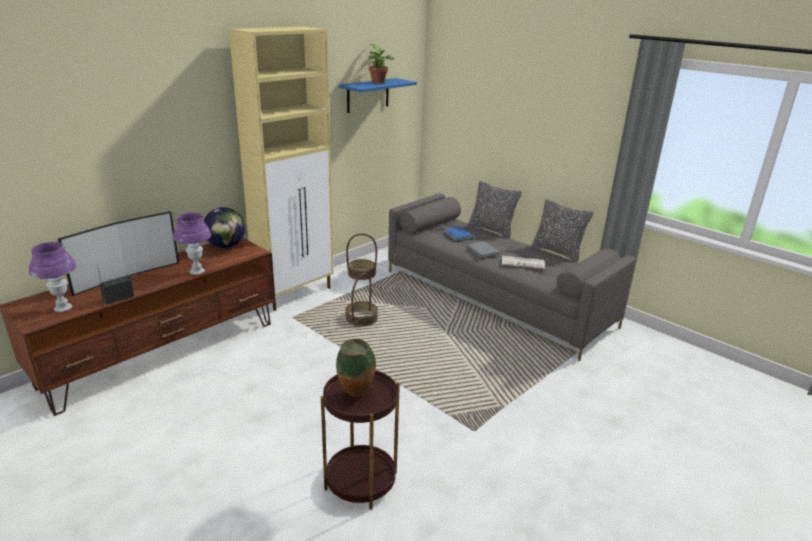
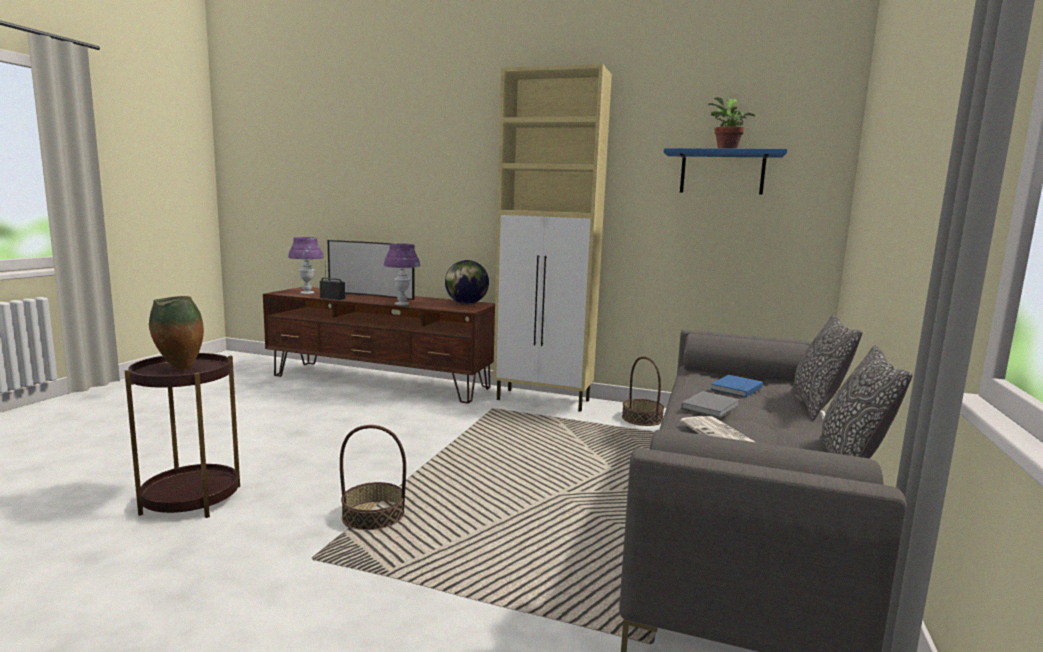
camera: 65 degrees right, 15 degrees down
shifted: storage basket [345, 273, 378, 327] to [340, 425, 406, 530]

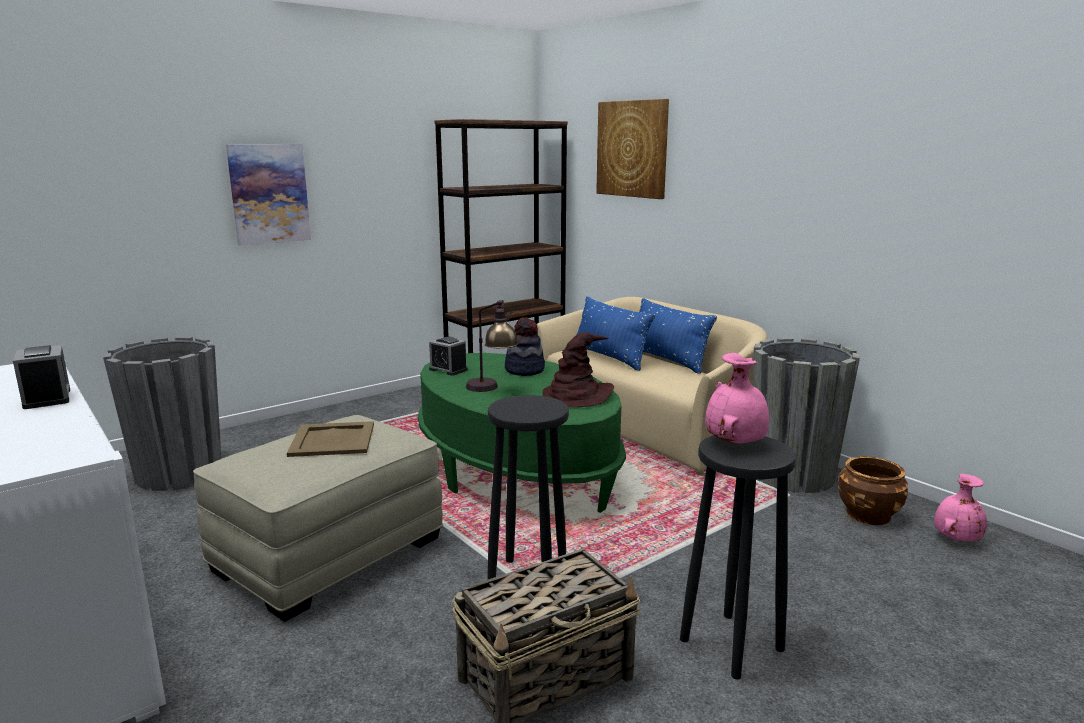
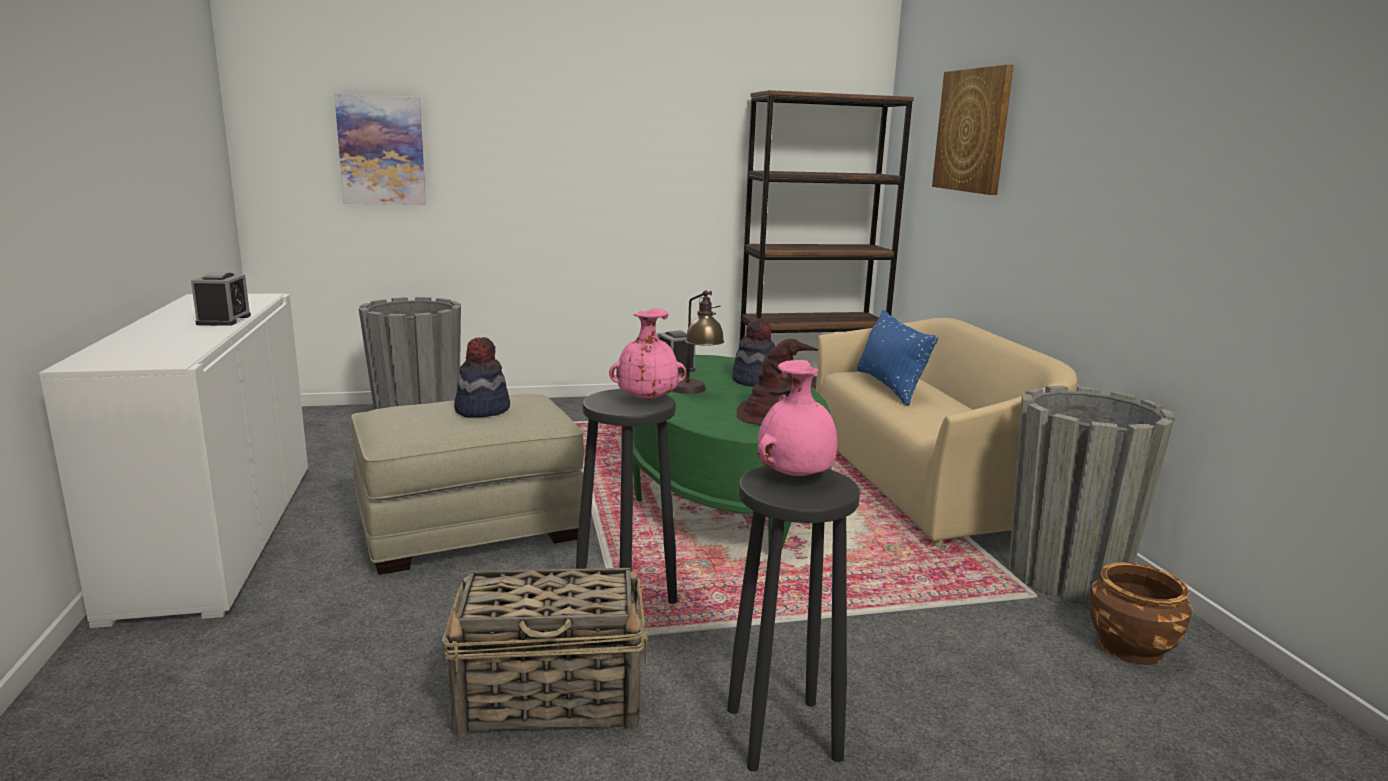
camera: 25 degrees right, 0 degrees up
gone: throw pillow in blue-coloured [639, 298, 717, 374]
shifted: wall picture [226, 144, 311, 246] to [334, 94, 426, 205]; vase in pink [934, 474, 987, 542] to [609, 308, 686, 400]
swapped: carrying tray in beige [287, 421, 374, 457] to clothing hat [454, 337, 510, 418]

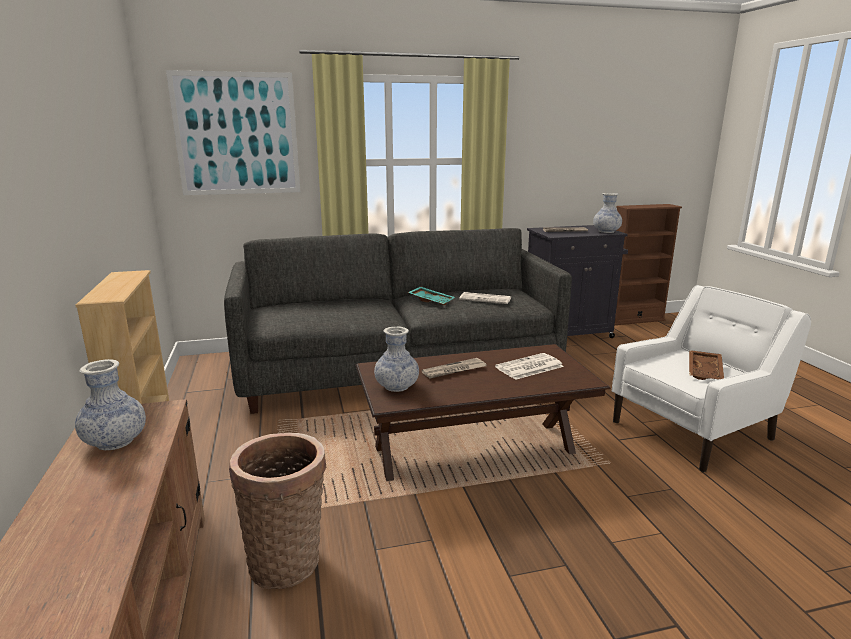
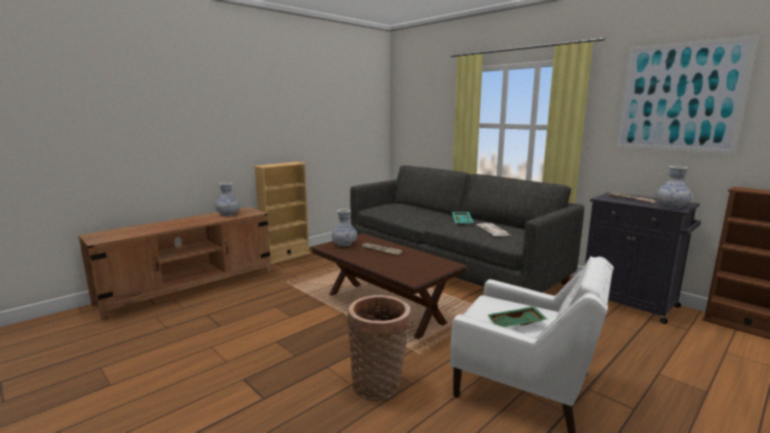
camera: 60 degrees right, 5 degrees down
gone: printed paper [495, 353, 564, 380]
shifted: wall picture [166, 70, 300, 195] to [615, 35, 758, 154]; storage basket [229, 433, 326, 589] to [347, 295, 411, 400]
repainted: carrying tray in brownish [689, 350, 724, 380] to carrying tray in greenish [488, 306, 547, 327]

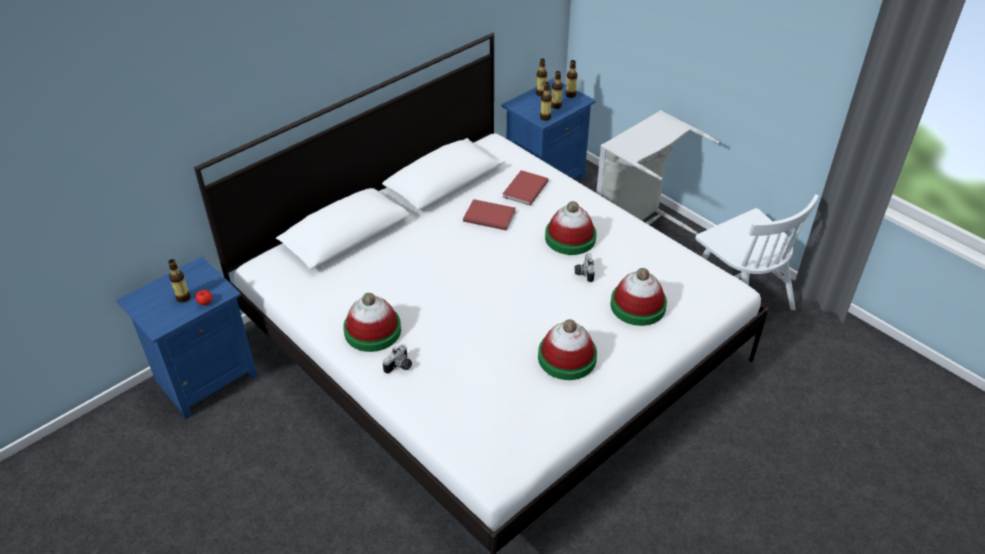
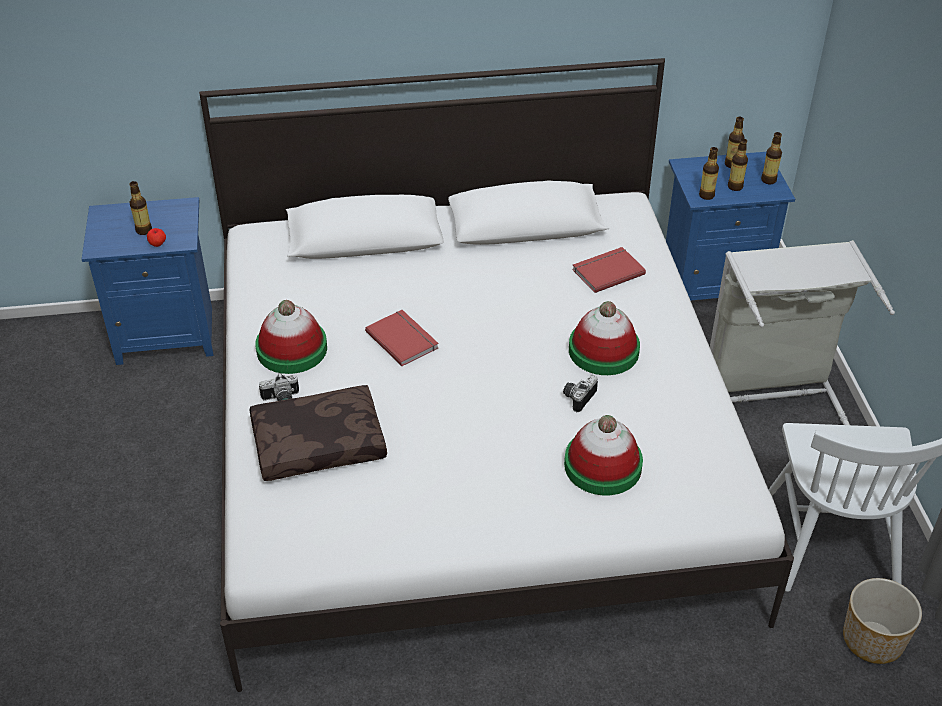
camera: 35 degrees right, 0 degrees up
gone: clothing hat [538, 319, 597, 380]
new: throw pillow in brownish [250, 385, 387, 481]; plant pot [843, 578, 922, 664]
shifted: bound book in red-coloured [463, 199, 516, 230] to [365, 310, 439, 366]

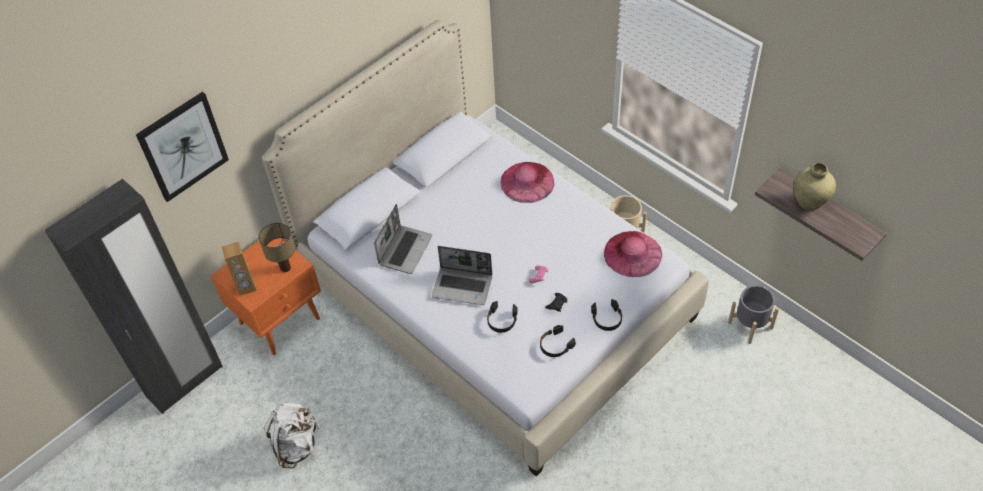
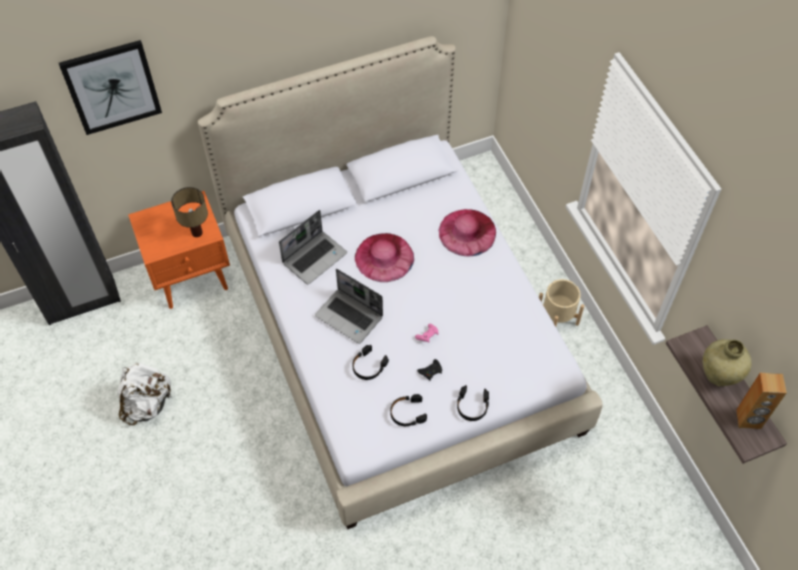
camera: 20 degrees right, 5 degrees up
gone: plant pot in grey [728, 285, 779, 344]
shifted: speaker in brownish [222, 242, 256, 296] to [736, 373, 787, 429]; clothing hat in pink [604, 231, 662, 277] to [355, 233, 414, 282]

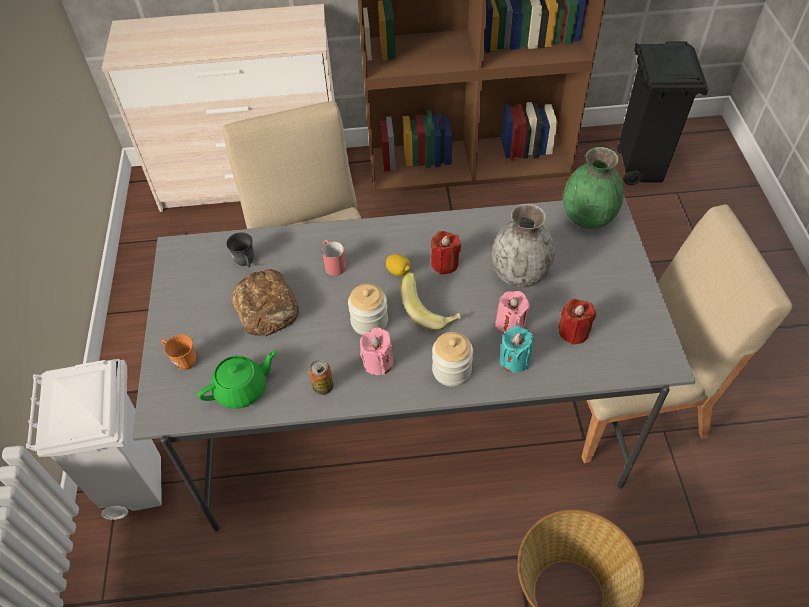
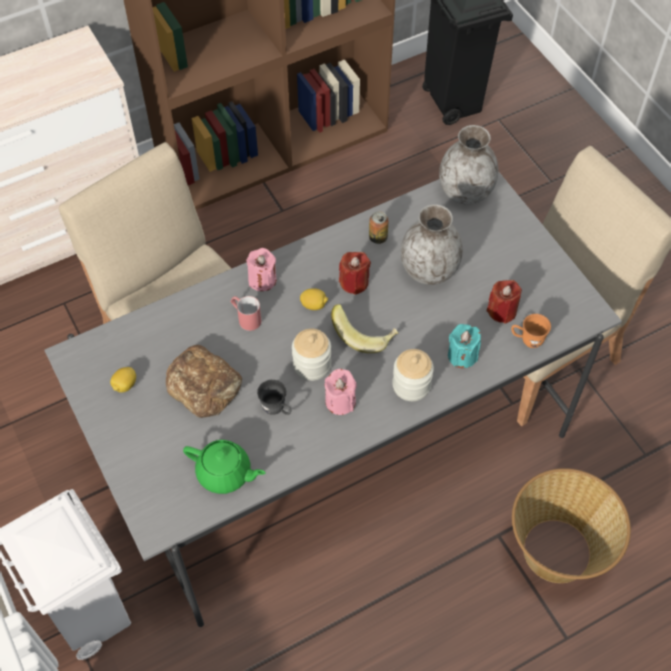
camera: 25 degrees left, 5 degrees up
new: citrus fruit [110, 367, 136, 393]
shifted: mug in orange-coloured [161, 334, 196, 370] to [511, 314, 551, 348]; mug in grey [226, 232, 254, 267] to [257, 380, 291, 415]; can [309, 360, 333, 395] to [369, 211, 389, 244]; wax candle in pink [495, 291, 530, 334] to [246, 248, 277, 291]
repainted: vase in greenish [563, 147, 624, 229] to vase in grey [439, 125, 499, 205]
rotated: pot for tea in greenish [197, 351, 277, 409] = [183, 440, 266, 494] 75 degrees clockwise

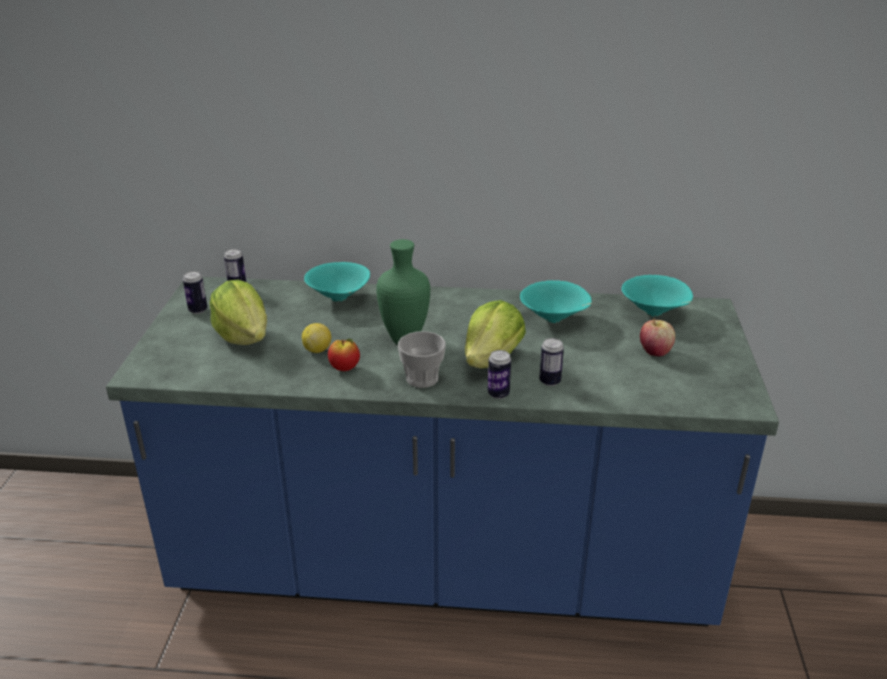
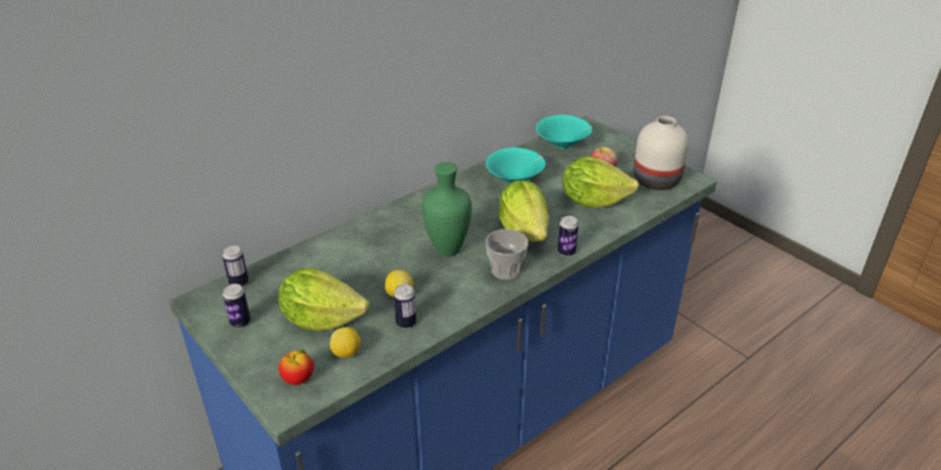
camera: 45 degrees left, 5 degrees up
gone: bowl in blue-green [304, 262, 370, 302]
new: citrus fruit [330, 327, 361, 358]; lettuce [562, 156, 639, 208]; vase in whitish [634, 116, 689, 190]
shifted: apple fruit [328, 339, 360, 371] to [279, 349, 314, 385]; can [539, 338, 564, 386] to [394, 284, 416, 329]

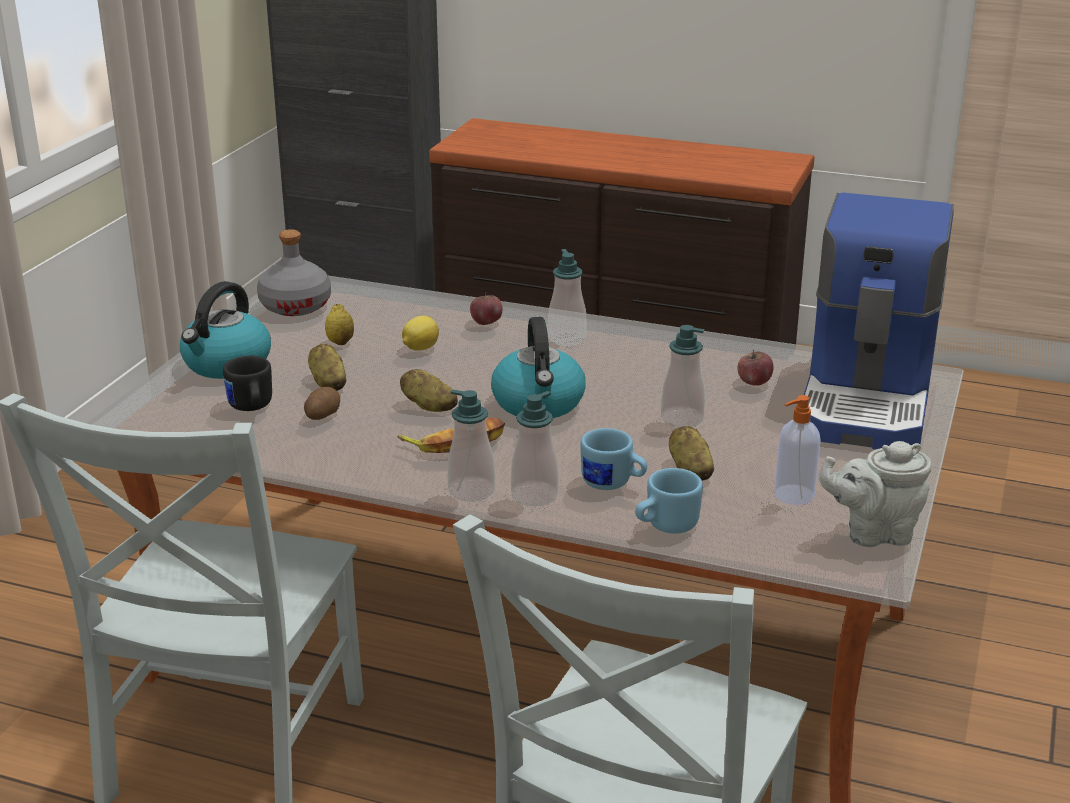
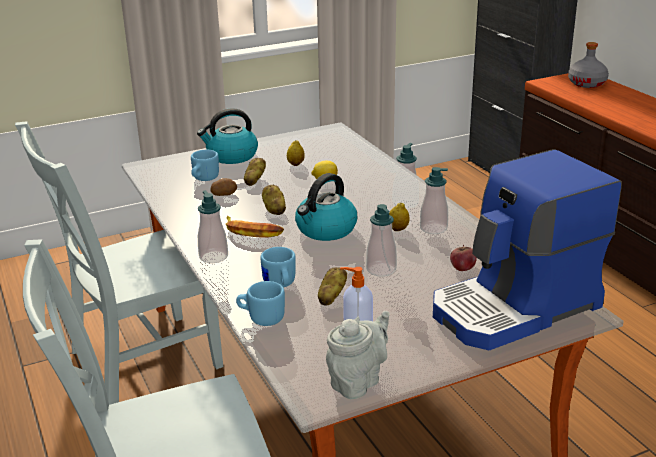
camera: 45 degrees right, 0 degrees up
gone: apple fruit [470, 292, 503, 325]
new: citrus fruit [389, 202, 410, 231]
shifted: bottle in grey [257, 229, 331, 316] to [568, 42, 609, 88]; soap dispenser [511, 391, 559, 506] to [420, 167, 448, 234]
repainted: mug in black-coloured [223, 356, 272, 411] to mug in blue-coloured [191, 150, 219, 181]
rotated: pot for tea in grey [819, 441, 932, 547] = [326, 311, 390, 399] 90 degrees clockwise

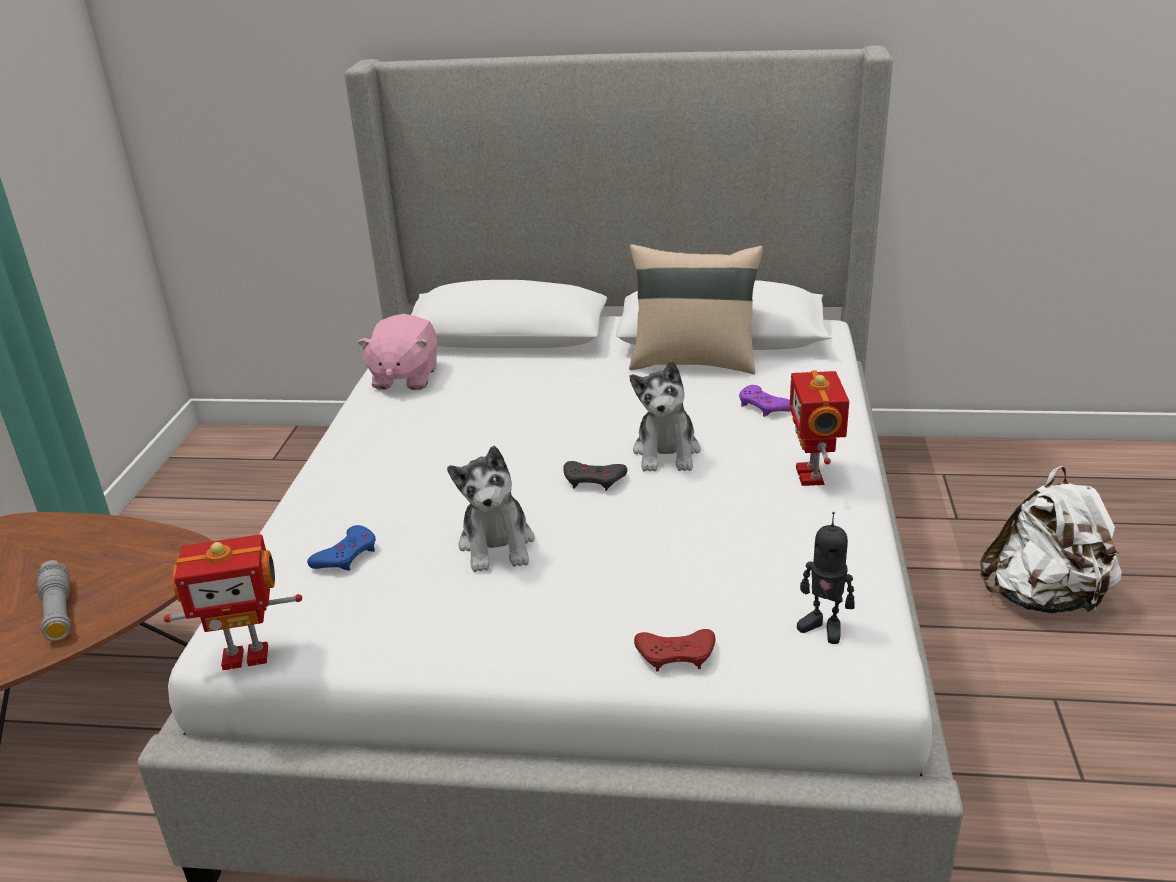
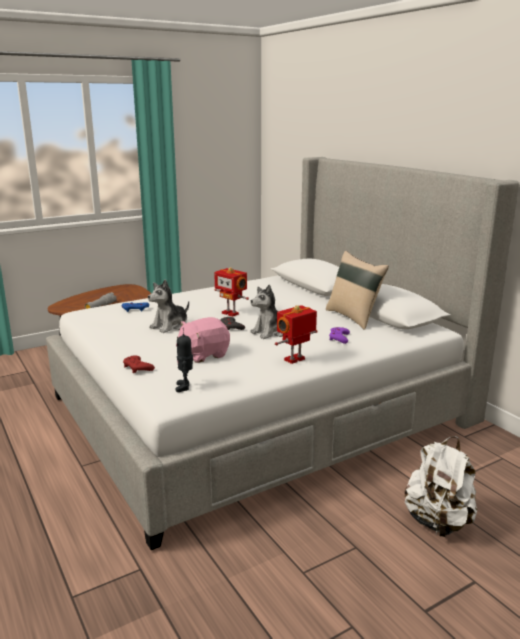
camera: 50 degrees right, 10 degrees down
shifted: toy robot [164, 534, 302, 670] to [214, 267, 249, 317]; cuddly toy in pink [357, 314, 438, 390] to [176, 317, 230, 363]

